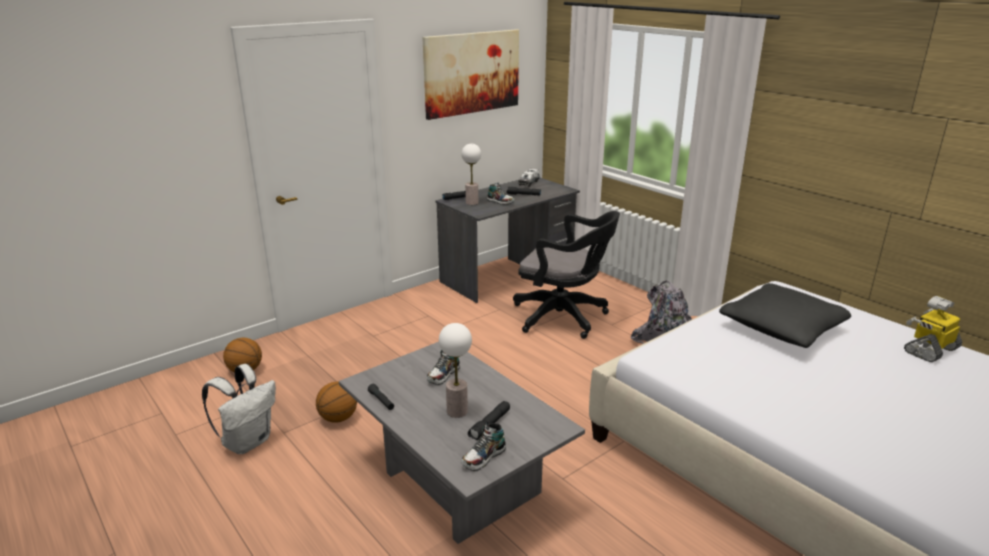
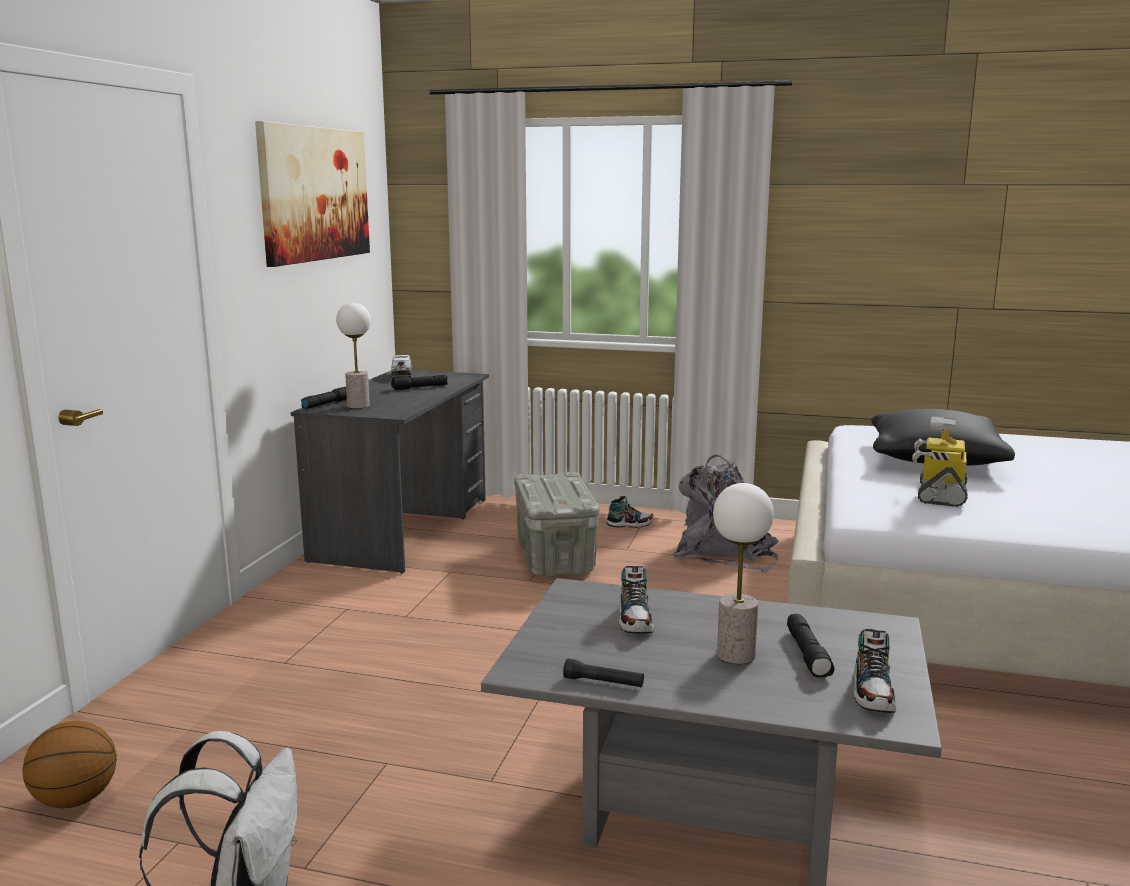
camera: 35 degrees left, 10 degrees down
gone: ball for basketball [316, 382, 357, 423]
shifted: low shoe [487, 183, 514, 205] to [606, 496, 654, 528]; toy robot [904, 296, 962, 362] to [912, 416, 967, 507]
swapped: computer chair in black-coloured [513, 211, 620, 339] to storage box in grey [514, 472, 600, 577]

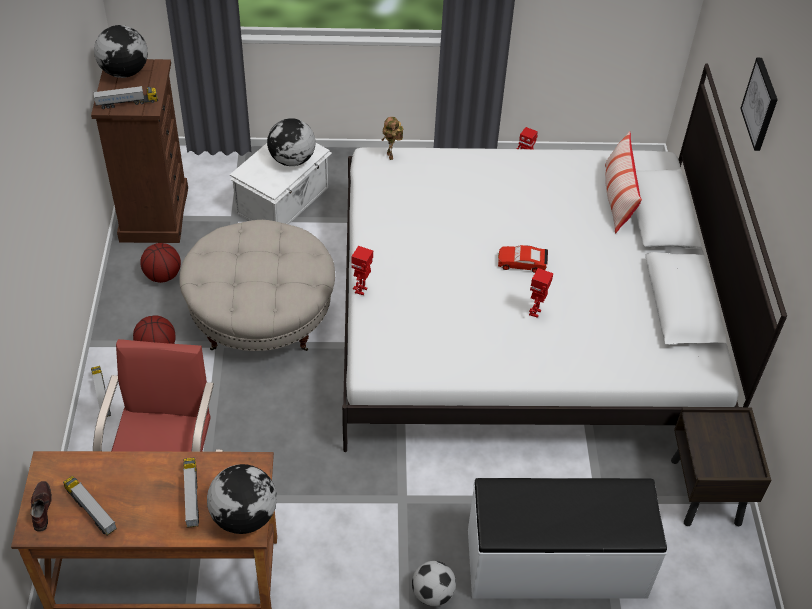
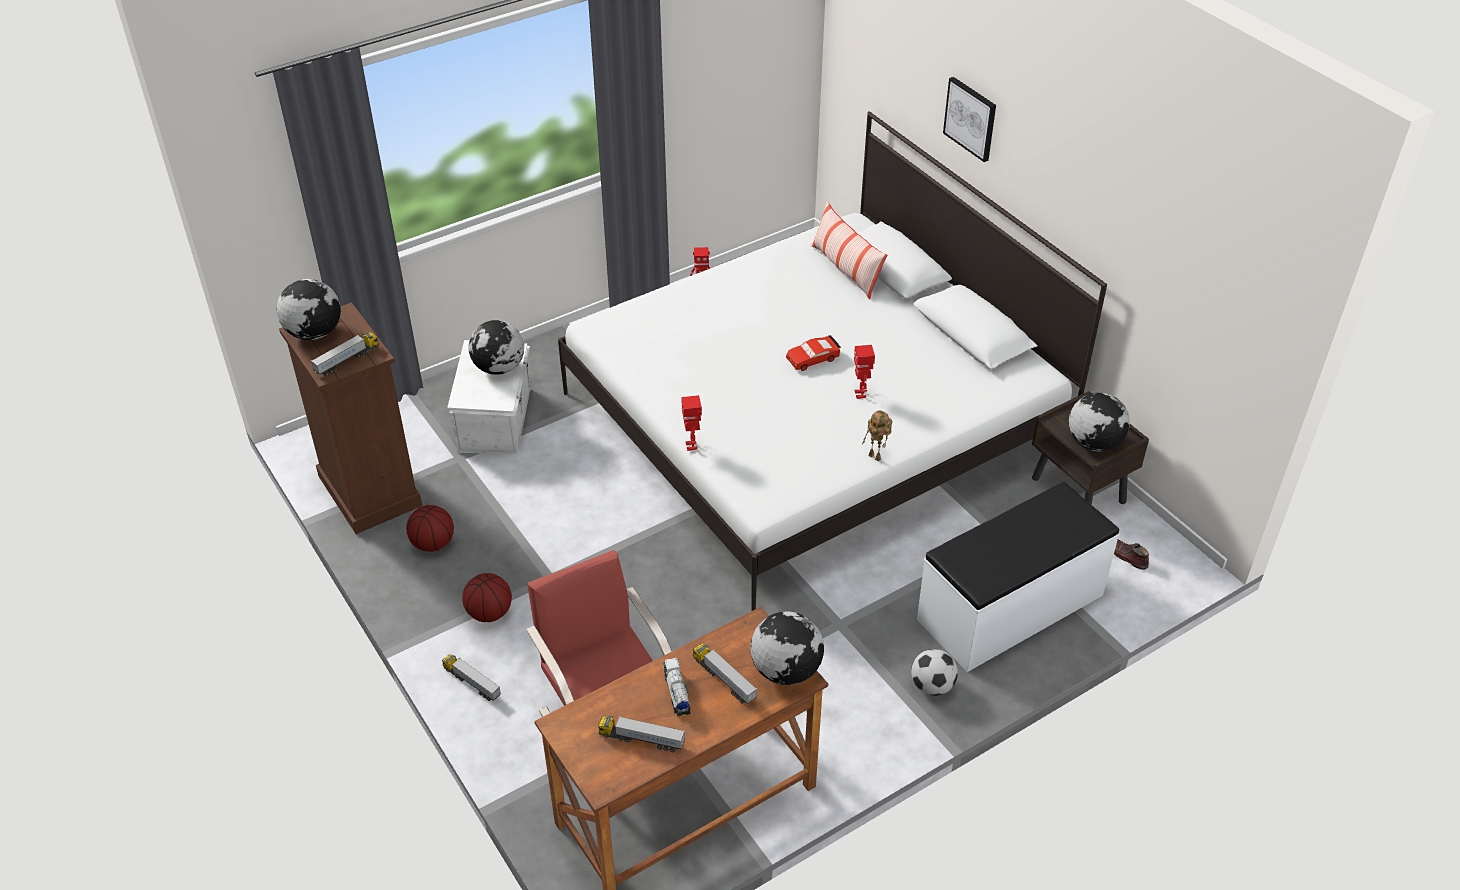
camera: 30 degrees left, 5 degrees down
gone: footrest in beige [179, 220, 335, 351]
new: model truck [663, 658, 691, 717]; globe [1069, 393, 1130, 451]
shifted: low shoe in brownish [30, 481, 52, 532] to [1114, 539, 1149, 570]; toy robot [381, 117, 403, 160] to [862, 410, 892, 461]

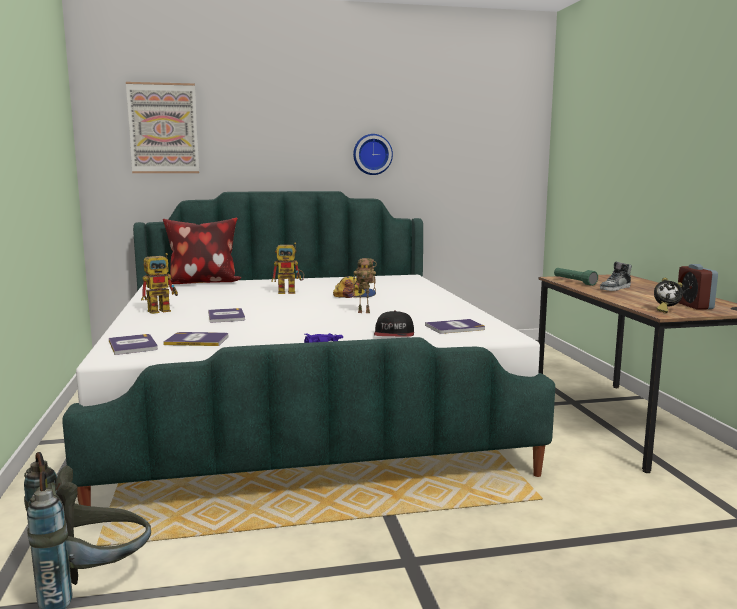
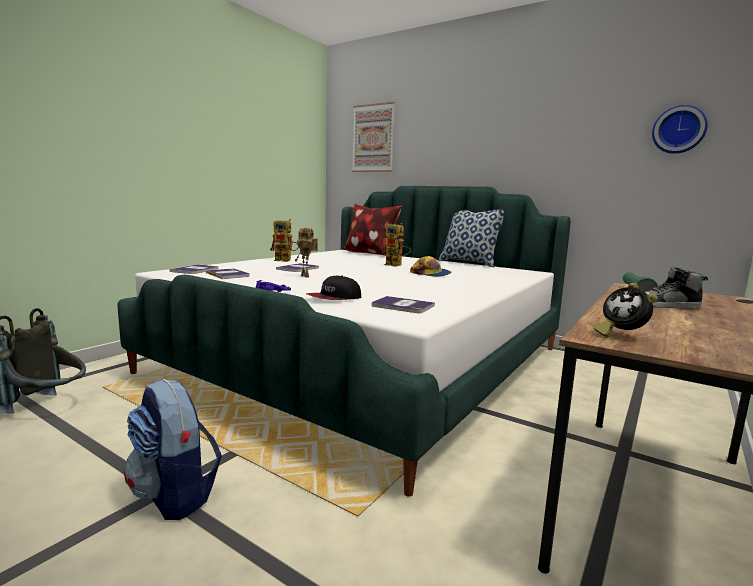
camera: 45 degrees right, 0 degrees up
gone: bedside clock [678, 264, 718, 310]
new: backpack [124, 379, 222, 520]; throw pillow [439, 209, 504, 268]
shifted: clock on the wall [353, 134, 393, 175] to [652, 105, 708, 154]; toy robot [353, 258, 377, 313] to [295, 228, 318, 278]

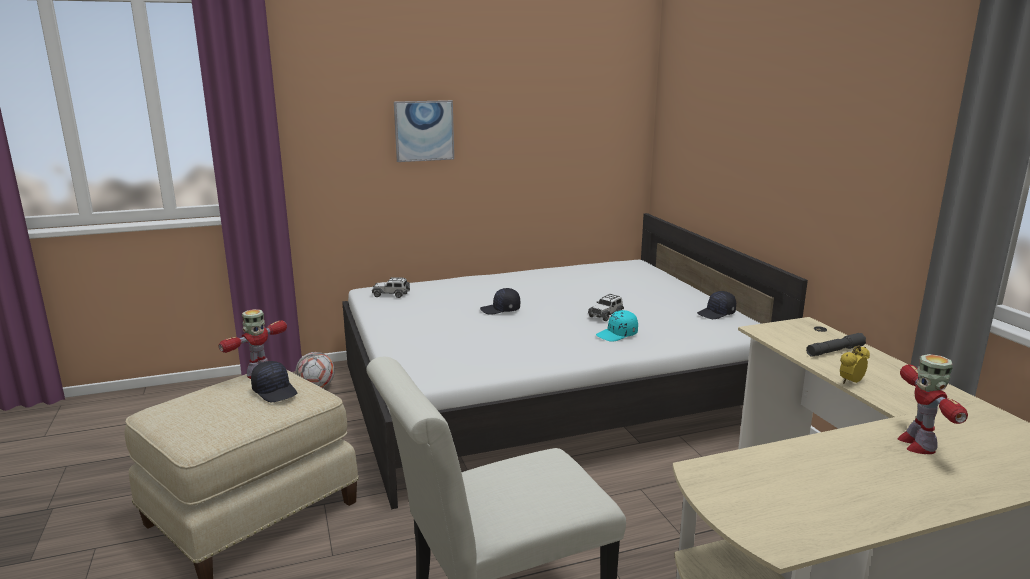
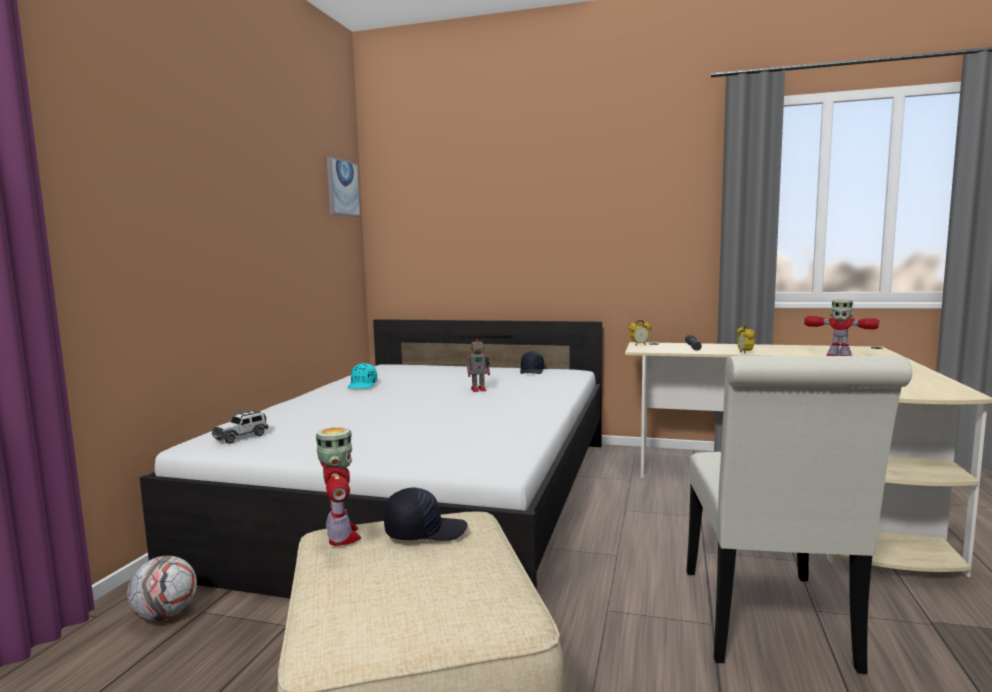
camera: 55 degrees left, 10 degrees down
gone: baseball cap in black-coloured [480, 288, 520, 315]
new: bedside clock [628, 320, 652, 346]
shifted: wall picture [394, 100, 454, 162] to [327, 156, 360, 217]; baseball cap in blue-green [596, 310, 638, 342] to [347, 363, 377, 389]
swapped: miniature car [588, 294, 624, 321] to toy robot [467, 335, 490, 392]

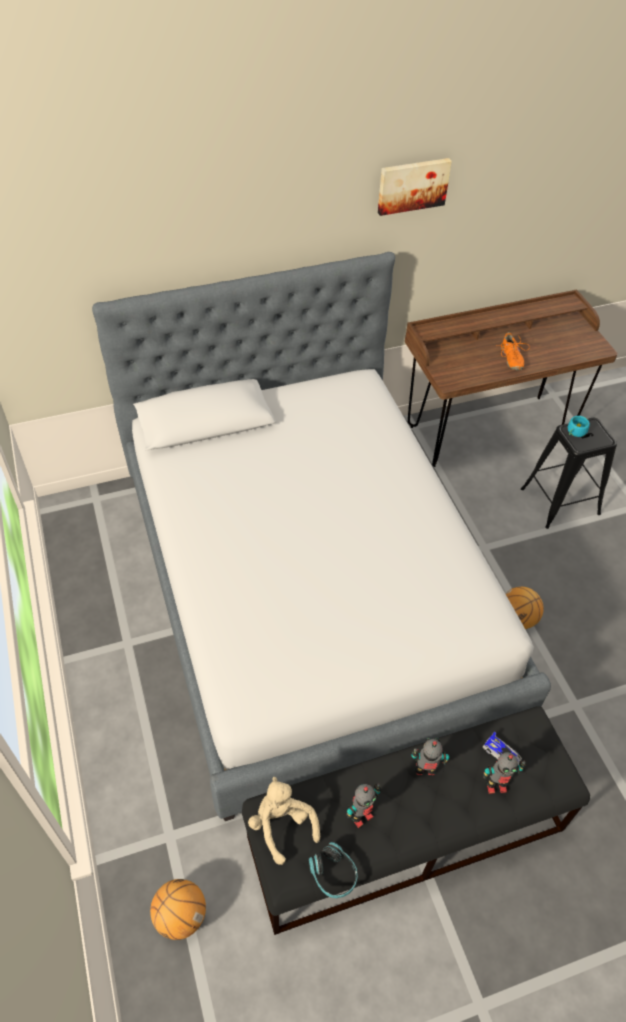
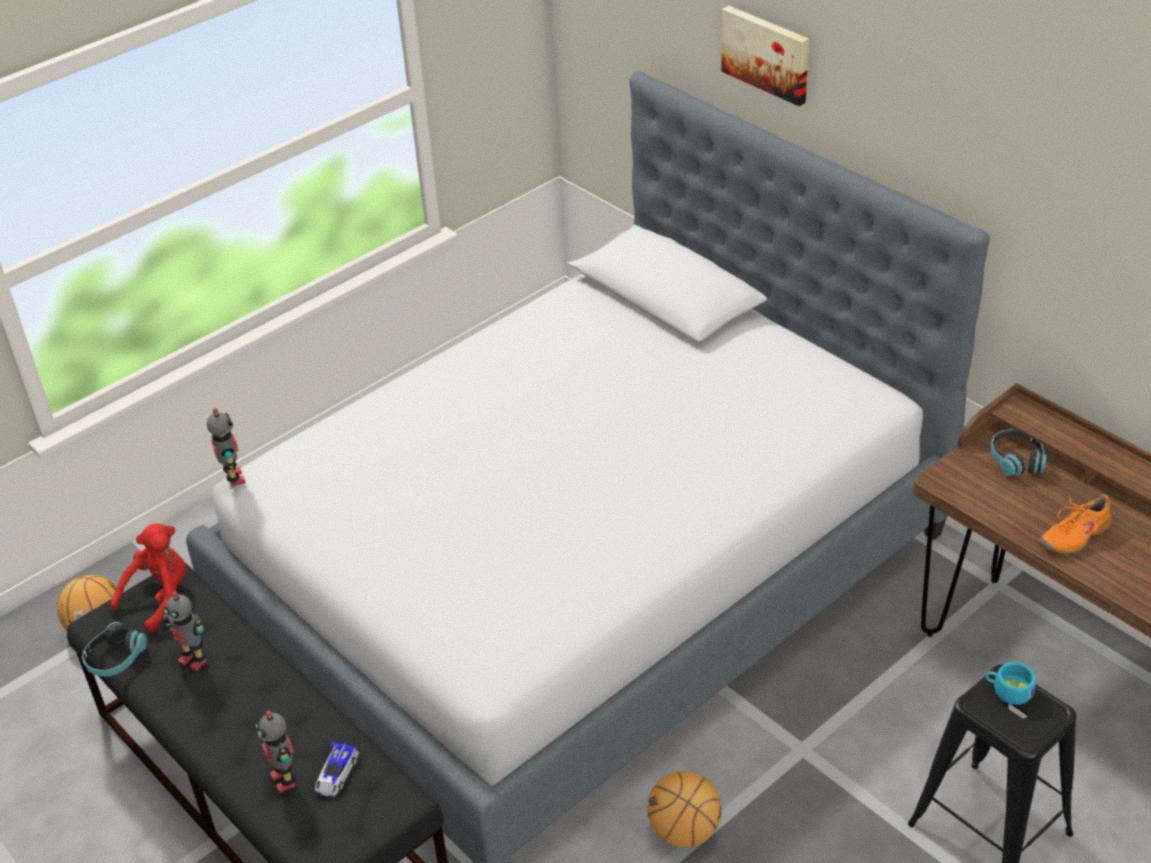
camera: 70 degrees right, 10 degrees down
new: headset [990, 429, 1047, 476]
shifted: wall picture [378, 158, 452, 216] to [721, 6, 809, 106]; toy robot [411, 738, 449, 775] to [207, 408, 246, 487]
repainted: cuddly toy in beige [248, 777, 320, 865] to cuddly toy in red-coloured [110, 524, 186, 633]

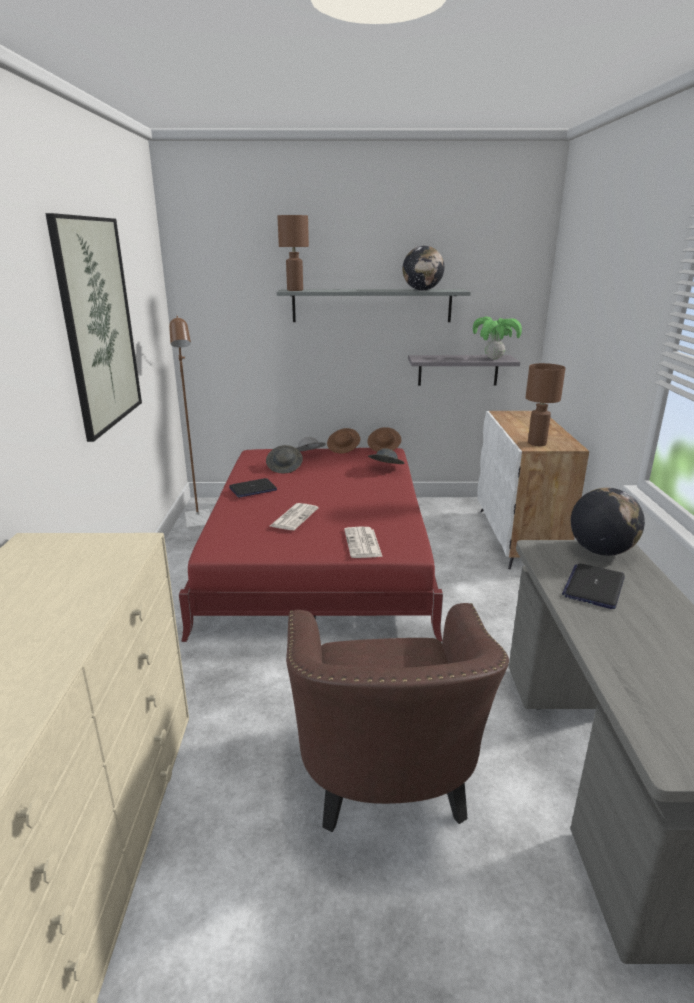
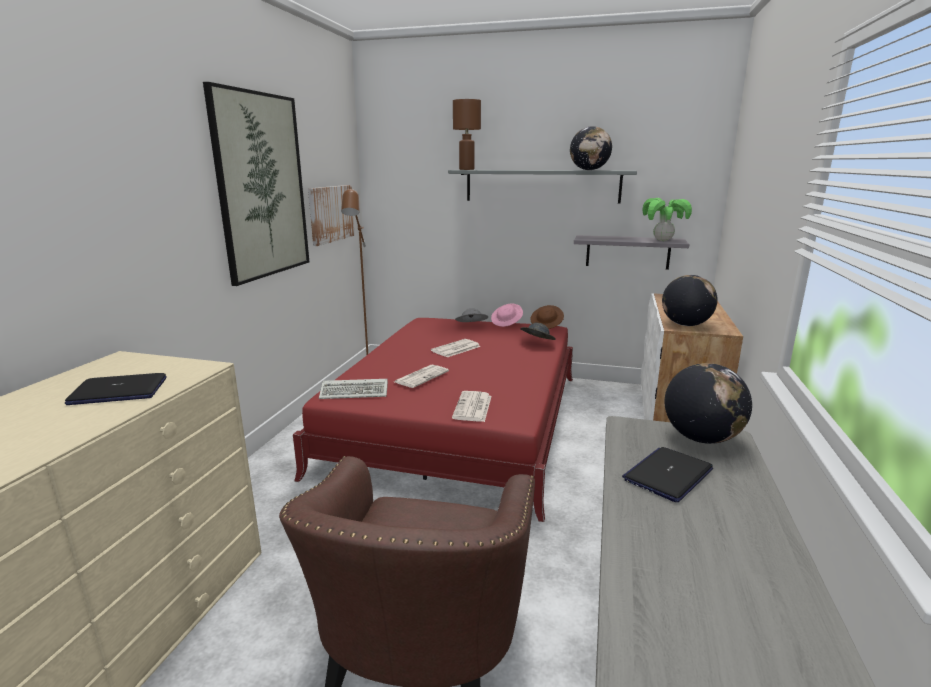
camera: 15 degrees right, 5 degrees down
gone: clothing hat in grey [266, 445, 303, 473]
new: wall picture [308, 185, 355, 246]; keyboard [319, 379, 388, 399]; printed paper [431, 339, 481, 357]
shifted: notebook computer [229, 478, 277, 498] to [65, 373, 167, 405]
swapped: table lamp in brownish [525, 363, 566, 446] to globe [662, 275, 717, 326]
repainted: clothing hat in brownish [327, 428, 360, 454] to clothing hat in pink [491, 304, 523, 327]

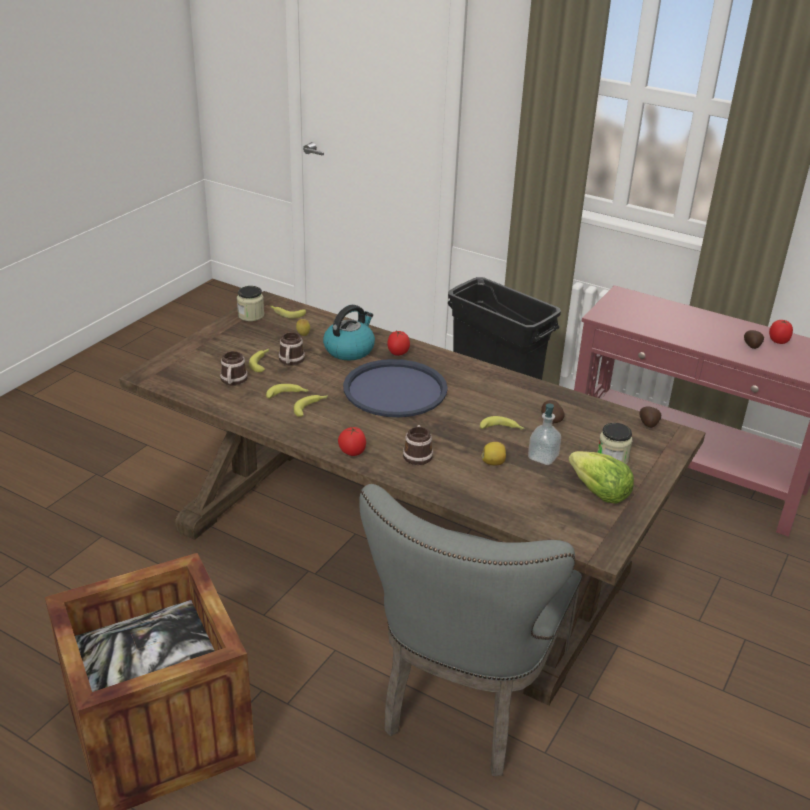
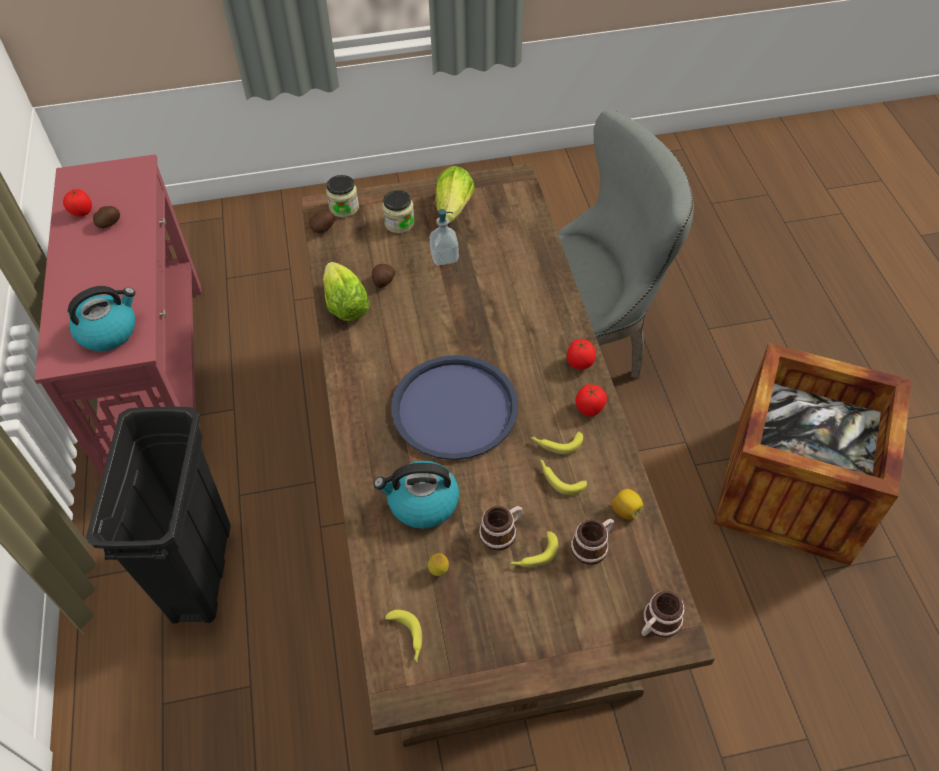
camera: 130 degrees left, 20 degrees up
gone: banana fruit [480, 416, 524, 430]
new: kettle [68, 286, 135, 351]; lettuce [323, 262, 370, 321]
shifted: preserve jar [237, 286, 264, 321] to [326, 175, 359, 218]; fresh tomato [387, 331, 410, 356] to [575, 384, 607, 417]; mug [403, 425, 433, 465] to [642, 591, 684, 638]; citrus fruit [482, 442, 506, 466] to [612, 489, 643, 520]

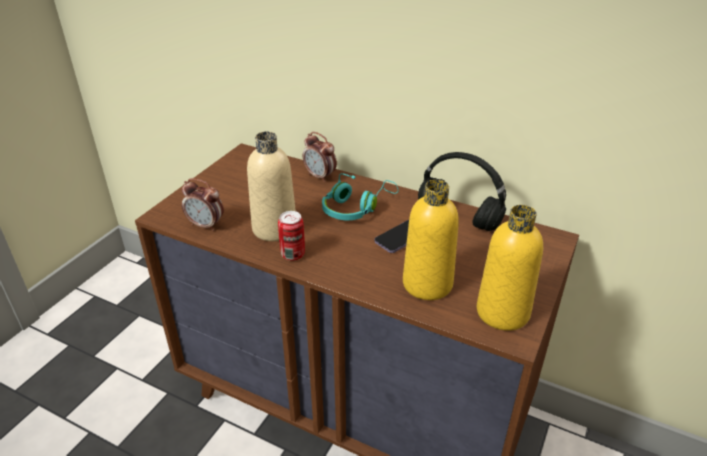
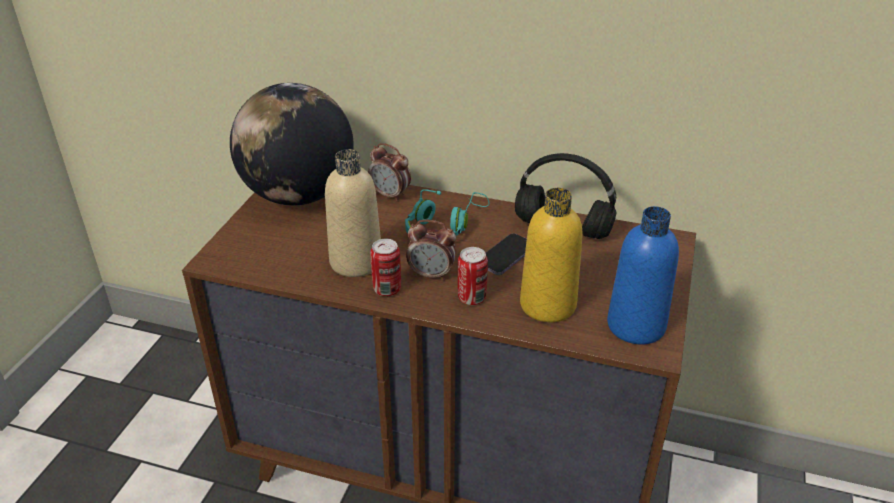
camera: 10 degrees left, 0 degrees up
new: globe [230, 83, 354, 206]; can [458, 247, 488, 305]
shifted: bedside clock [182, 178, 224, 231] to [406, 220, 456, 281]
repainted: bottle in yellowish [477, 205, 543, 331] to bottle in blue-coloured [607, 206, 679, 345]

